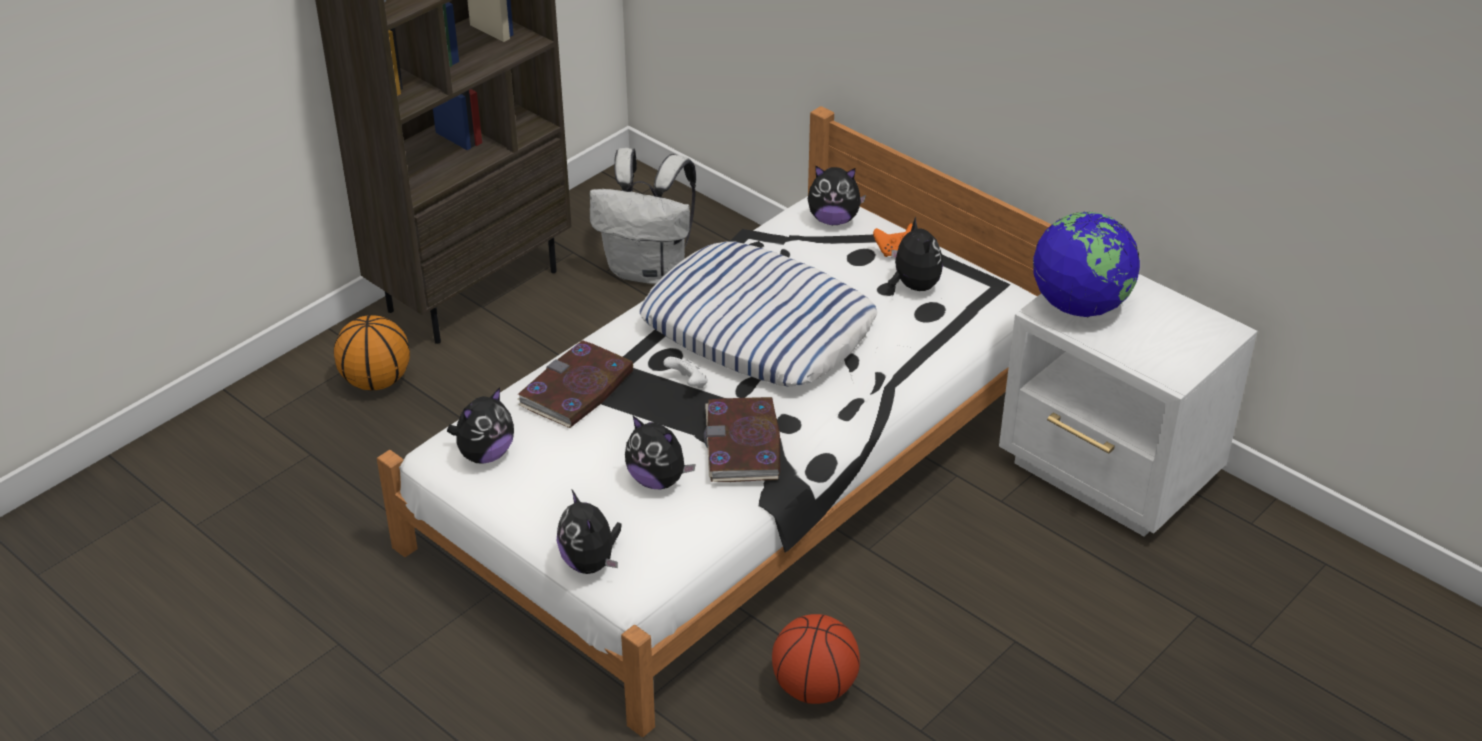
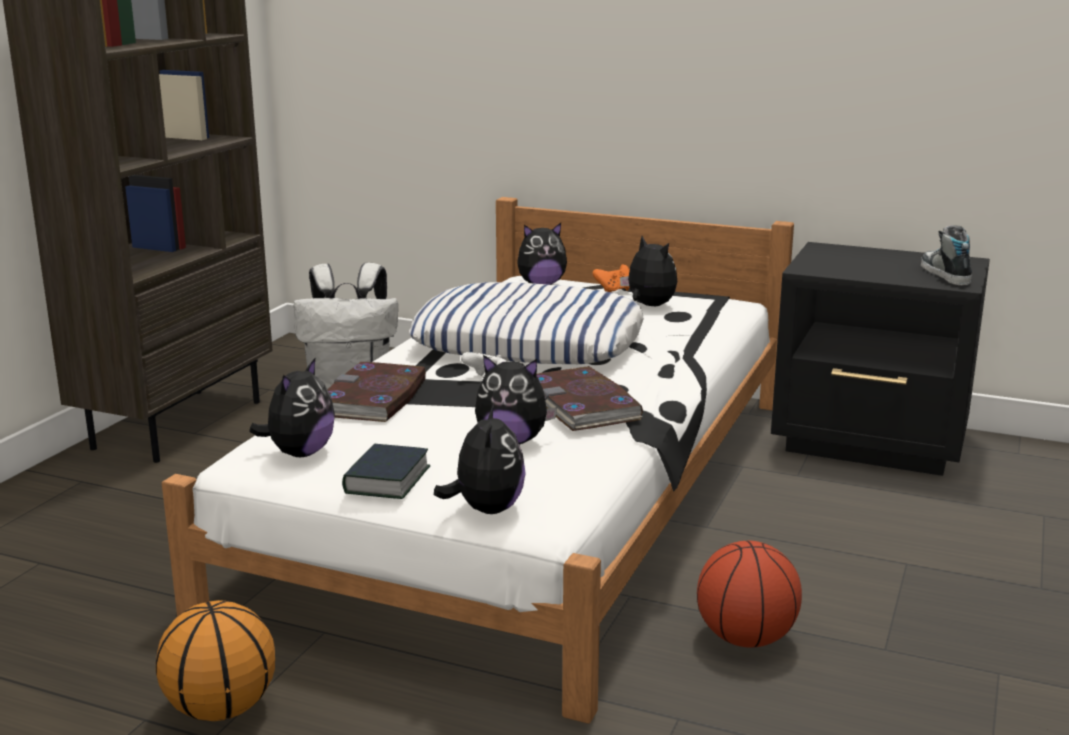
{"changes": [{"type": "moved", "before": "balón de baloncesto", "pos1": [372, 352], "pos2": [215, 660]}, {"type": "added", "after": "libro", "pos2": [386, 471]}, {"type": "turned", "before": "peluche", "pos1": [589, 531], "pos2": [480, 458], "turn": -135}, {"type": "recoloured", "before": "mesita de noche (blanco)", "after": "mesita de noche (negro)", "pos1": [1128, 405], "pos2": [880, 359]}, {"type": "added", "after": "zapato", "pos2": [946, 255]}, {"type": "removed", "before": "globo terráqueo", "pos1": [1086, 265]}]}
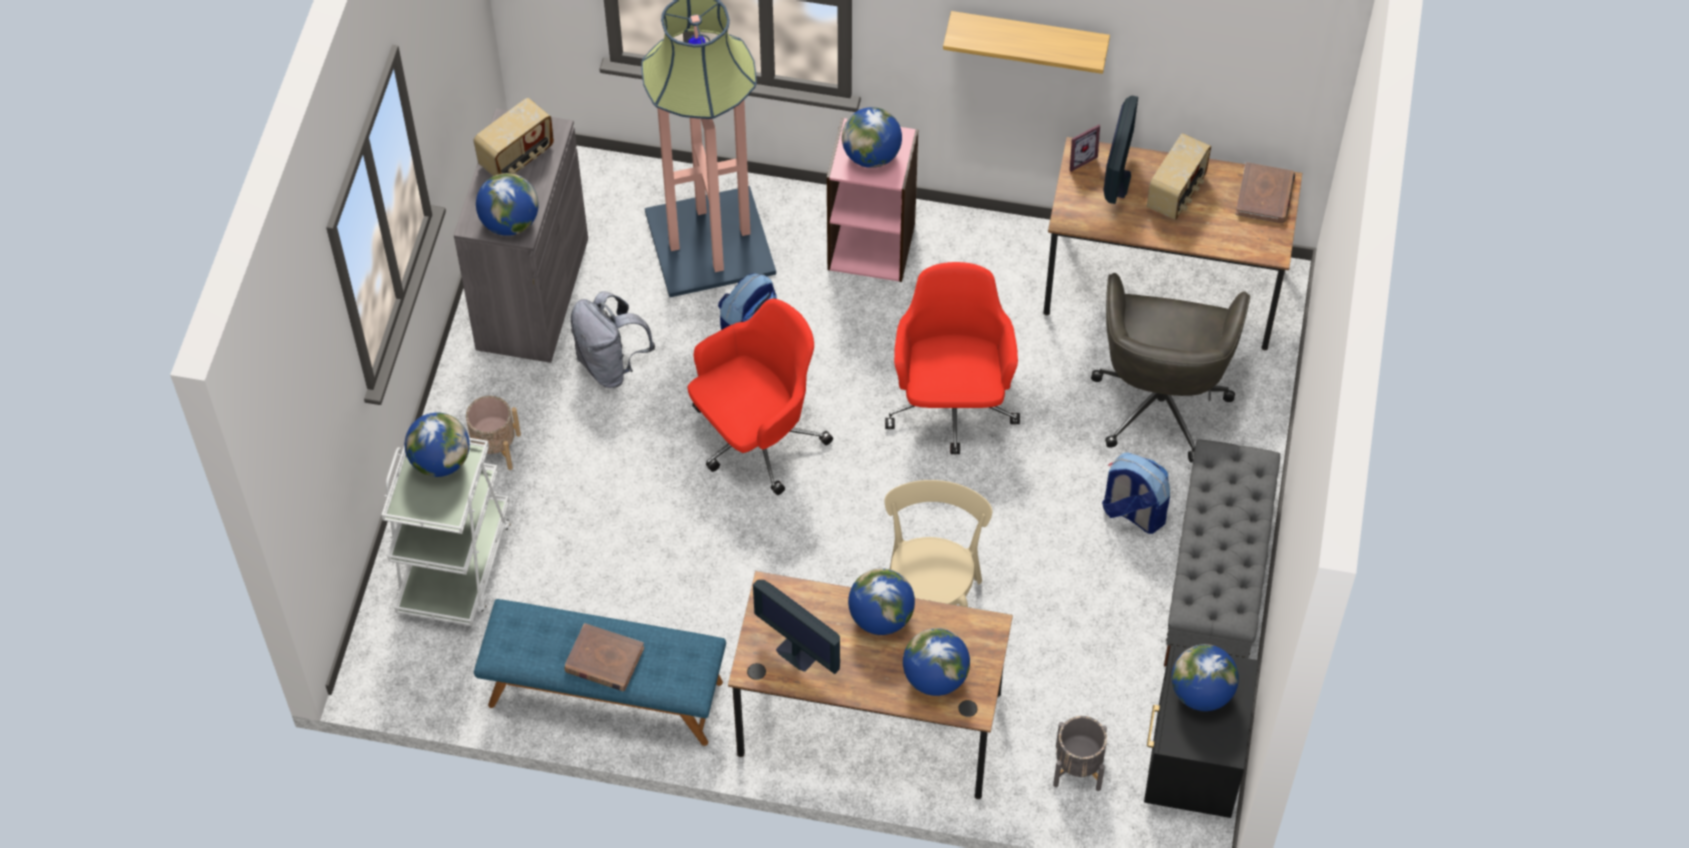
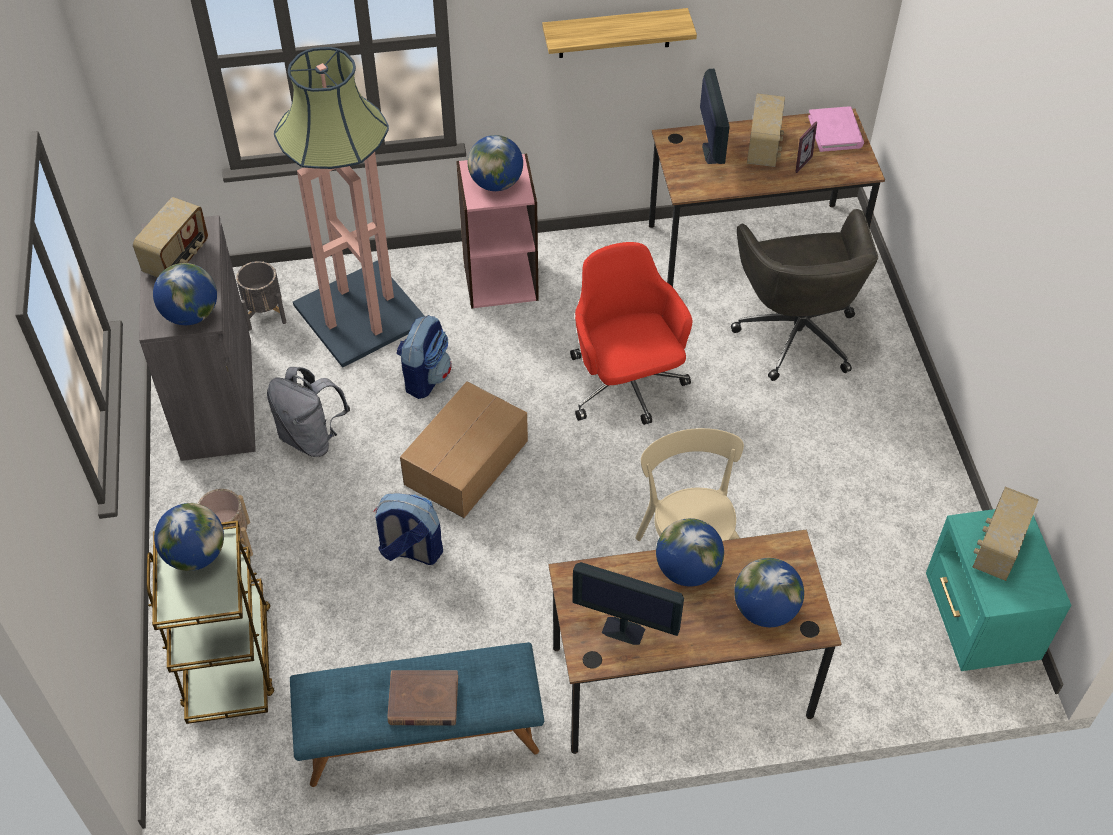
{"changes": [{"type": "recoloured", "before": "carrito (blanco)", "after": "carrito (marrón)", "pos1": [446, 532], "pos2": [210, 622]}, {"type": "moved", "before": "maceta (gris)", "pos1": [1080, 753], "pos2": [261, 296]}, {"type": "moved", "before": "mochila", "pos1": [1136, 493], "pos2": [408, 529]}, {"type": "replaced", "before": "silla de oficina (rojo)", "after": "caja de cartón", "pos1": [760, 397], "pos2": [464, 449]}, {"type": "moved", "before": "portarretratos", "pos1": [1085, 148], "pos2": [806, 147]}, {"type": "recoloured", "before": "libro (marrón)", "after": "libro (rosa)", "pos1": [1265, 192], "pos2": [836, 129]}, {"type": "recoloured", "before": "mesita de noche (negro)", "after": "mesita de noche (turquesa)", "pos1": [1201, 731], "pos2": [998, 590]}, {"type": "replaced", "before": "globo terráqueo", "after": "radio", "pos1": [1205, 677], "pos2": [1005, 534]}, {"type": "removed", "before": "banco (gris)", "pos1": [1222, 553]}]}
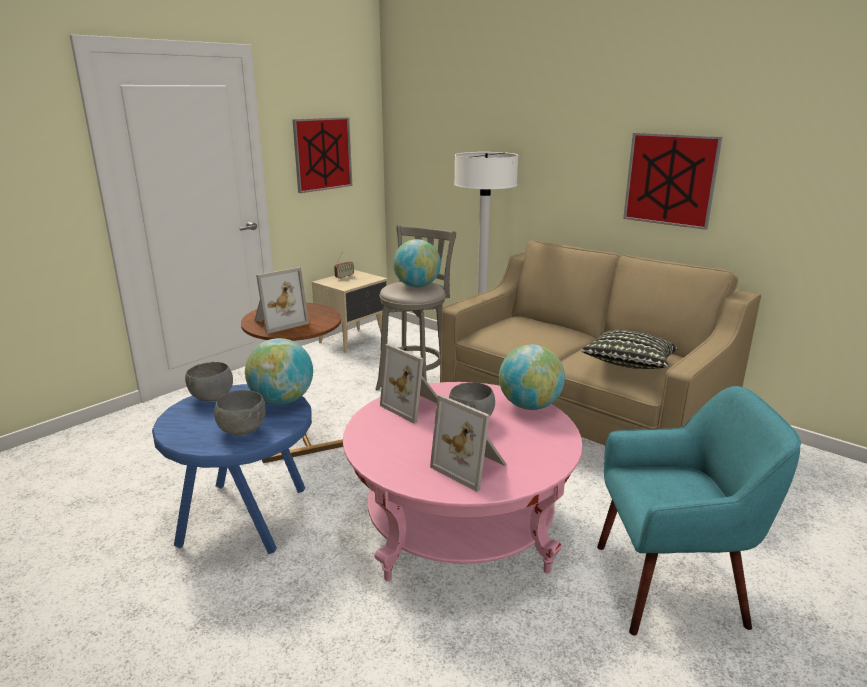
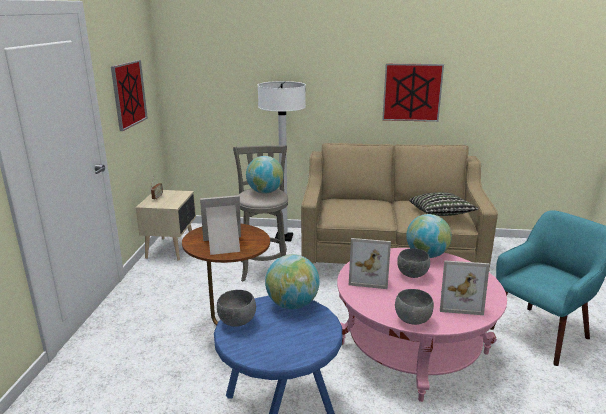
{"changes": [{"type": "turned", "before": "portarretratos", "pos1": [281, 300], "pos2": [220, 225], "turn": -120}, {"type": "moved", "before": "cuenco (gris)", "pos1": [240, 412], "pos2": [414, 307]}]}
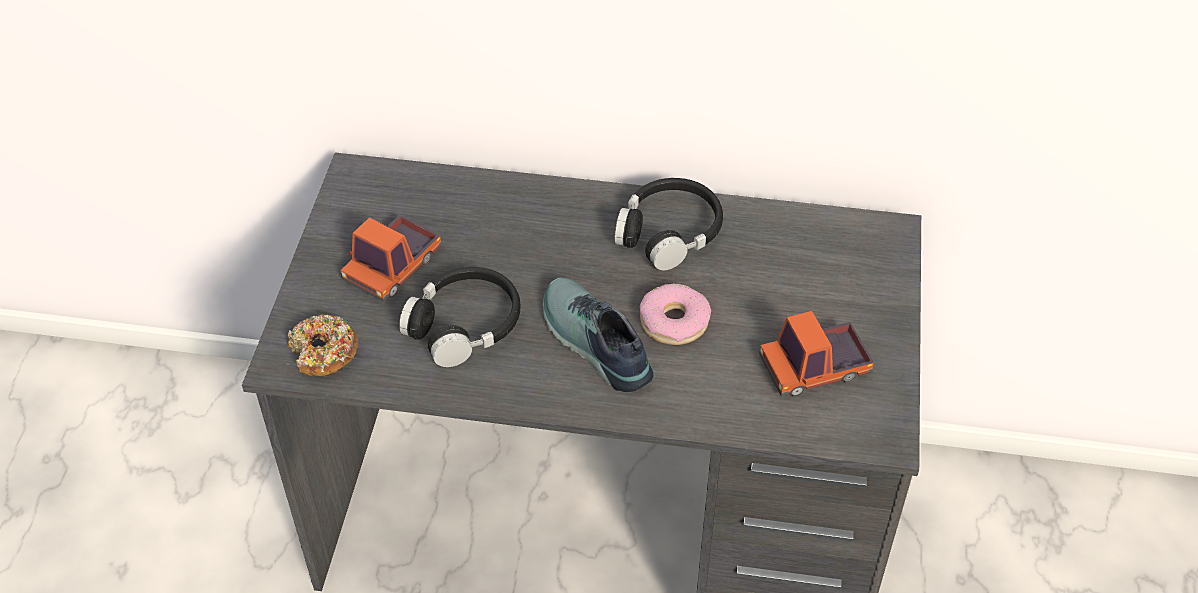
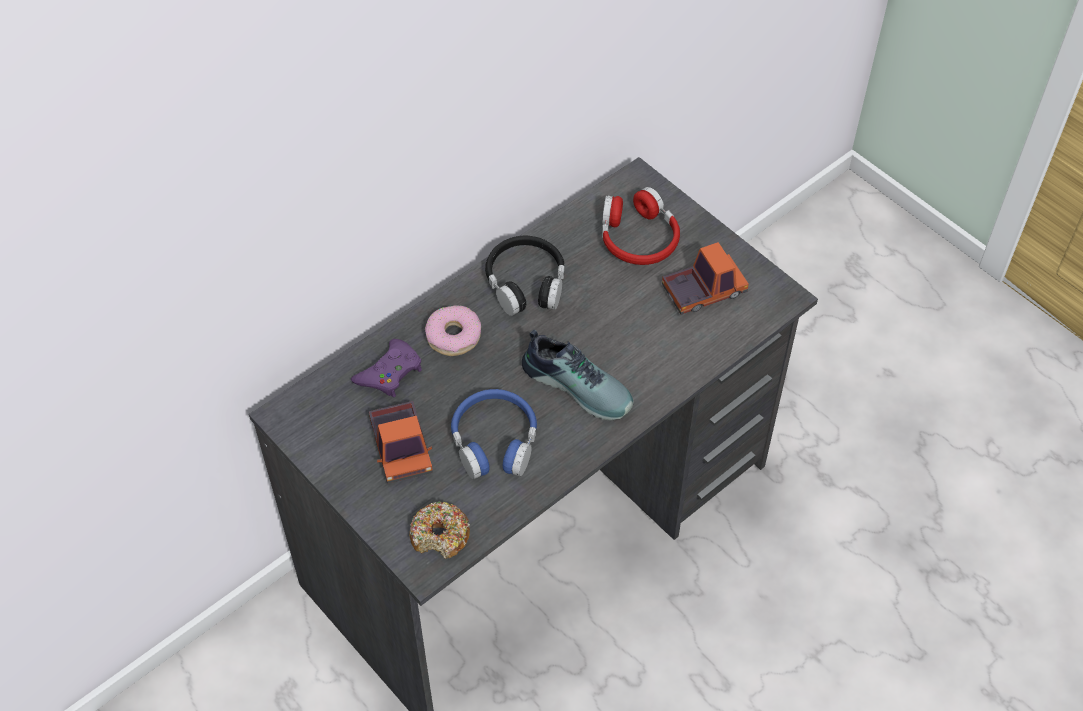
{"changes": [{"type": "added", "after": "mando de consola (morado)", "pos2": [386, 368]}, {"type": "moved", "before": "rosquilla", "pos1": [675, 314], "pos2": [453, 330]}, {"type": "recoloured", "before": "auriculares (negro)", "after": "auriculares (azul)", "pos1": [460, 317], "pos2": [494, 434]}, {"type": "turned", "before": "zapato", "pos1": [598, 335], "pos2": [578, 375], "turn": -150}, {"type": "added", "after": "auriculares (rojo)", "pos2": [641, 226]}, {"type": "turned", "before": "camión de juguete", "pos1": [816, 354], "pos2": [705, 278], "turn": -135}]}
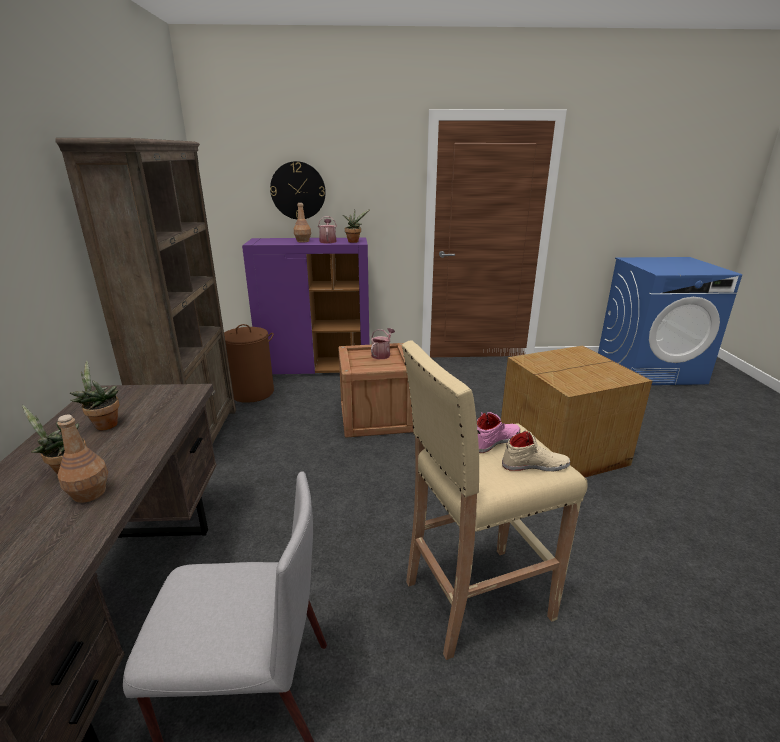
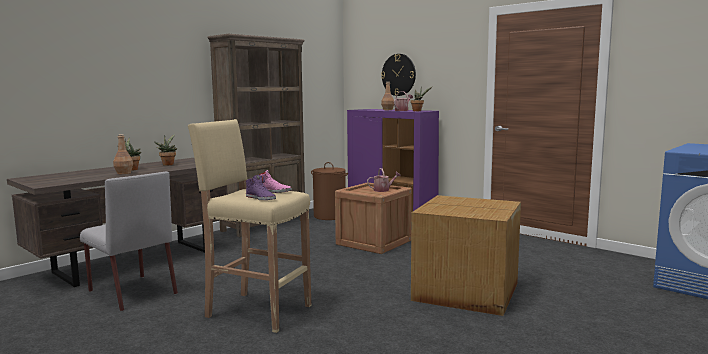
{"changes": [{"type": "recoloured", "before": "zapato (beis)", "after": "zapato (morado)", "pos1": [536, 450], "pos2": [261, 187]}]}
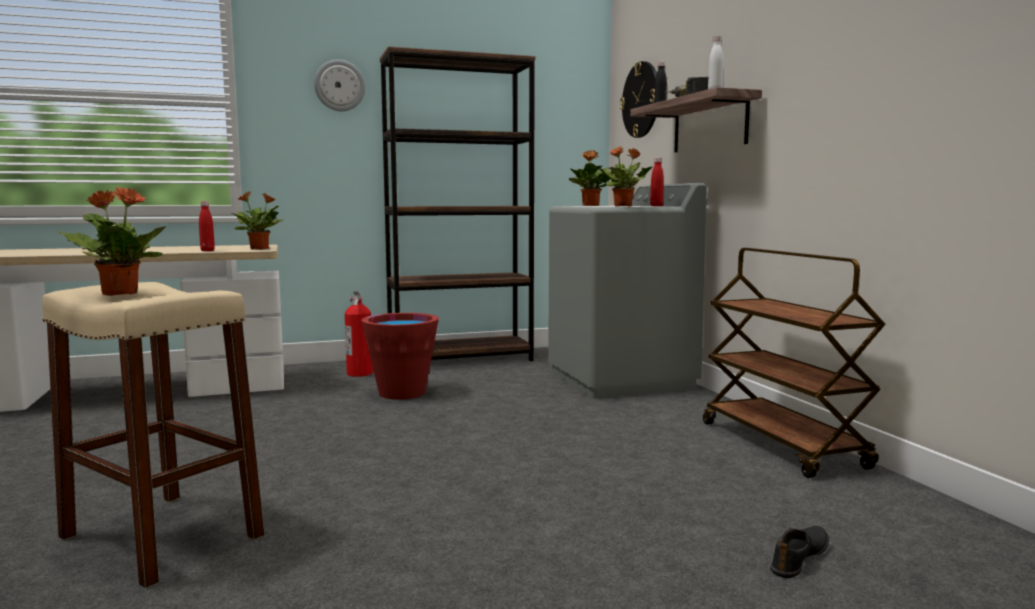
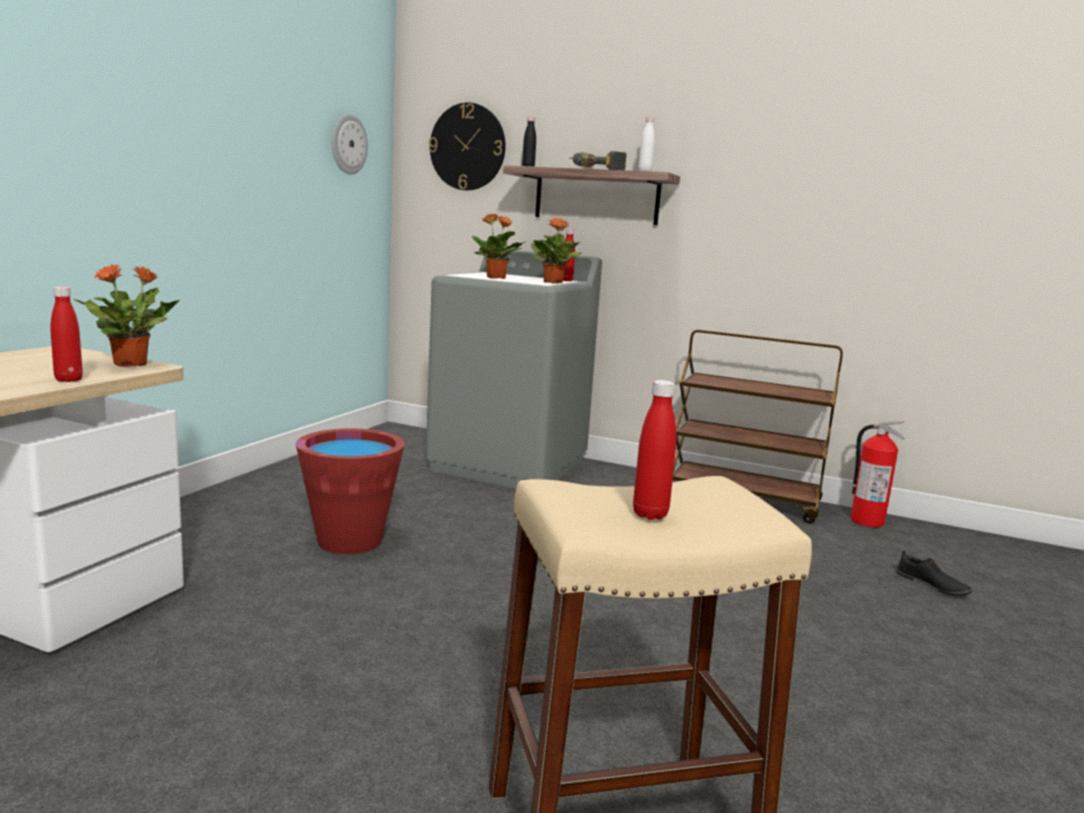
{"changes": [{"type": "moved", "before": "reloj de pared", "pos1": [339, 85], "pos2": [350, 144]}, {"type": "replaced", "before": "planta en maceta", "after": "botella (rojo)", "pos1": [112, 241], "pos2": [654, 450]}, {"type": "moved", "before": "extintor", "pos1": [359, 334], "pos2": [877, 474]}, {"type": "turned", "before": "zapato (negro)", "pos1": [799, 552], "pos2": [934, 573], "turn": 150}, {"type": "removed", "before": "estantería (marrón)", "pos1": [458, 203]}]}
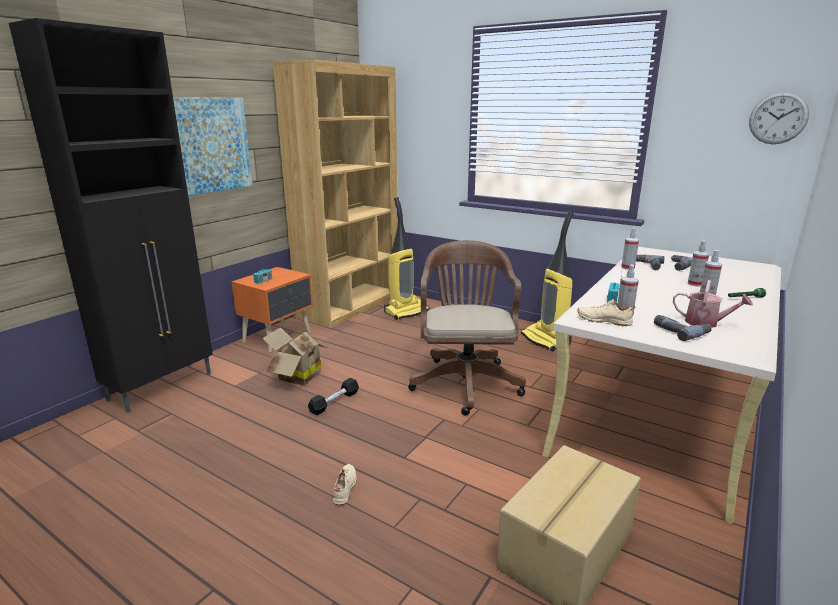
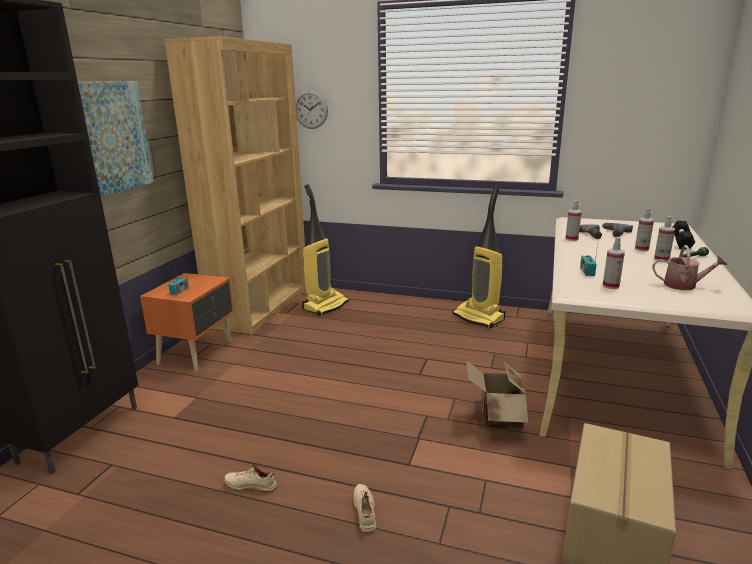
{"changes": [{"type": "moved", "before": "zapato (beis)", "pos1": [606, 310], "pos2": [250, 477]}, {"type": "moved", "before": "reloj de pared", "pos1": [779, 117], "pos2": [311, 109]}, {"type": "moved", "before": "caja de cartón", "pos1": [294, 356], "pos2": [497, 395]}, {"type": "moved", "before": "mancuerna (negro)", "pos1": [333, 396], "pos2": [684, 235]}, {"type": "removed", "before": "silla de oficina (marrón)", "pos1": [467, 328]}, {"type": "removed", "before": "taladro", "pos1": [683, 328]}]}
